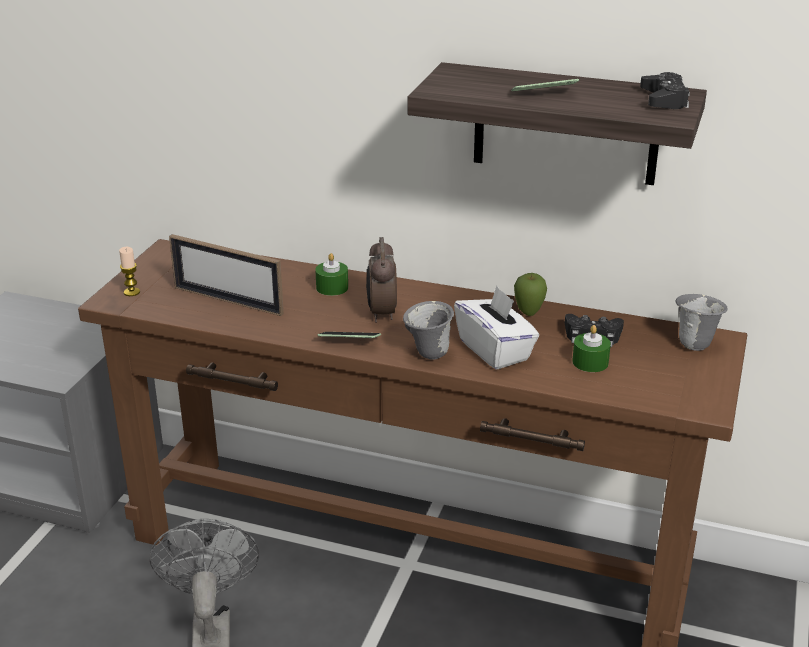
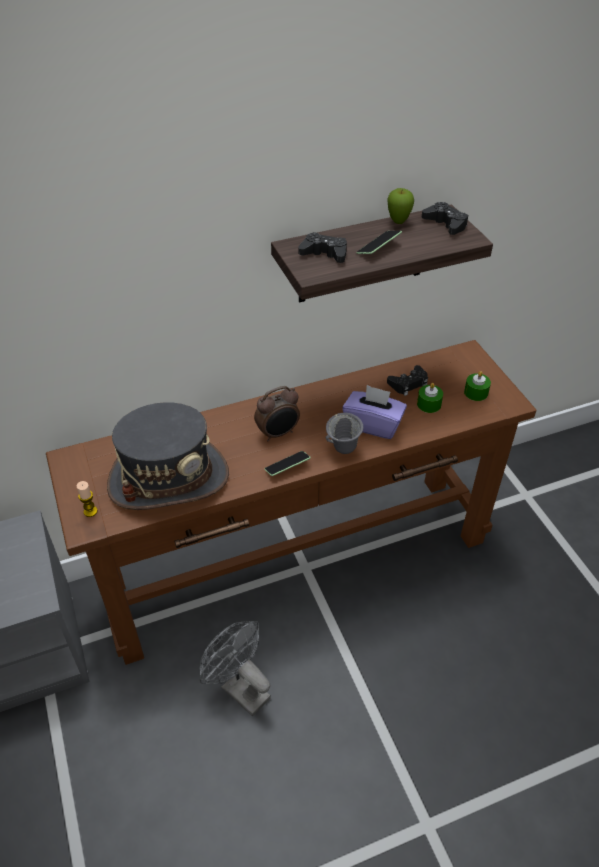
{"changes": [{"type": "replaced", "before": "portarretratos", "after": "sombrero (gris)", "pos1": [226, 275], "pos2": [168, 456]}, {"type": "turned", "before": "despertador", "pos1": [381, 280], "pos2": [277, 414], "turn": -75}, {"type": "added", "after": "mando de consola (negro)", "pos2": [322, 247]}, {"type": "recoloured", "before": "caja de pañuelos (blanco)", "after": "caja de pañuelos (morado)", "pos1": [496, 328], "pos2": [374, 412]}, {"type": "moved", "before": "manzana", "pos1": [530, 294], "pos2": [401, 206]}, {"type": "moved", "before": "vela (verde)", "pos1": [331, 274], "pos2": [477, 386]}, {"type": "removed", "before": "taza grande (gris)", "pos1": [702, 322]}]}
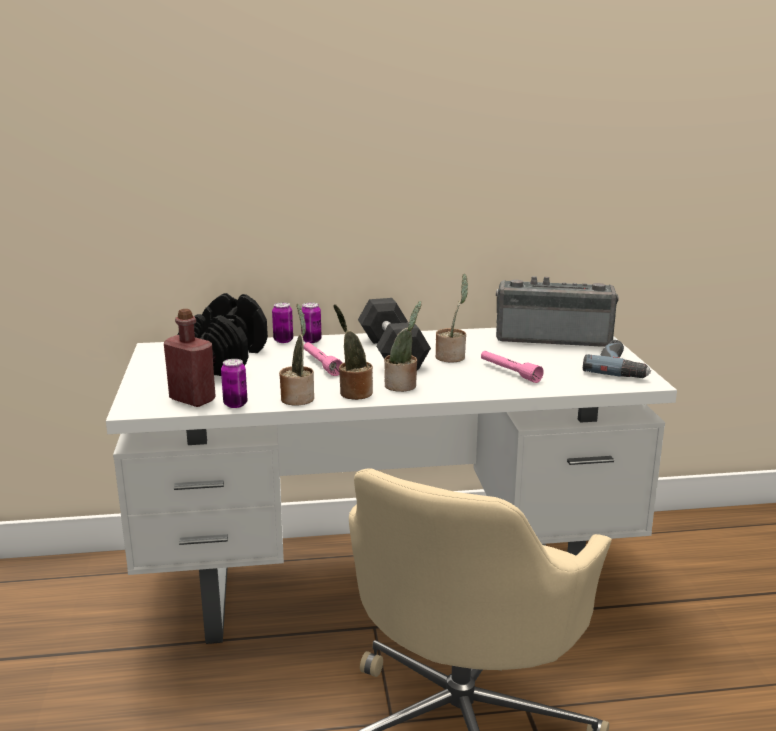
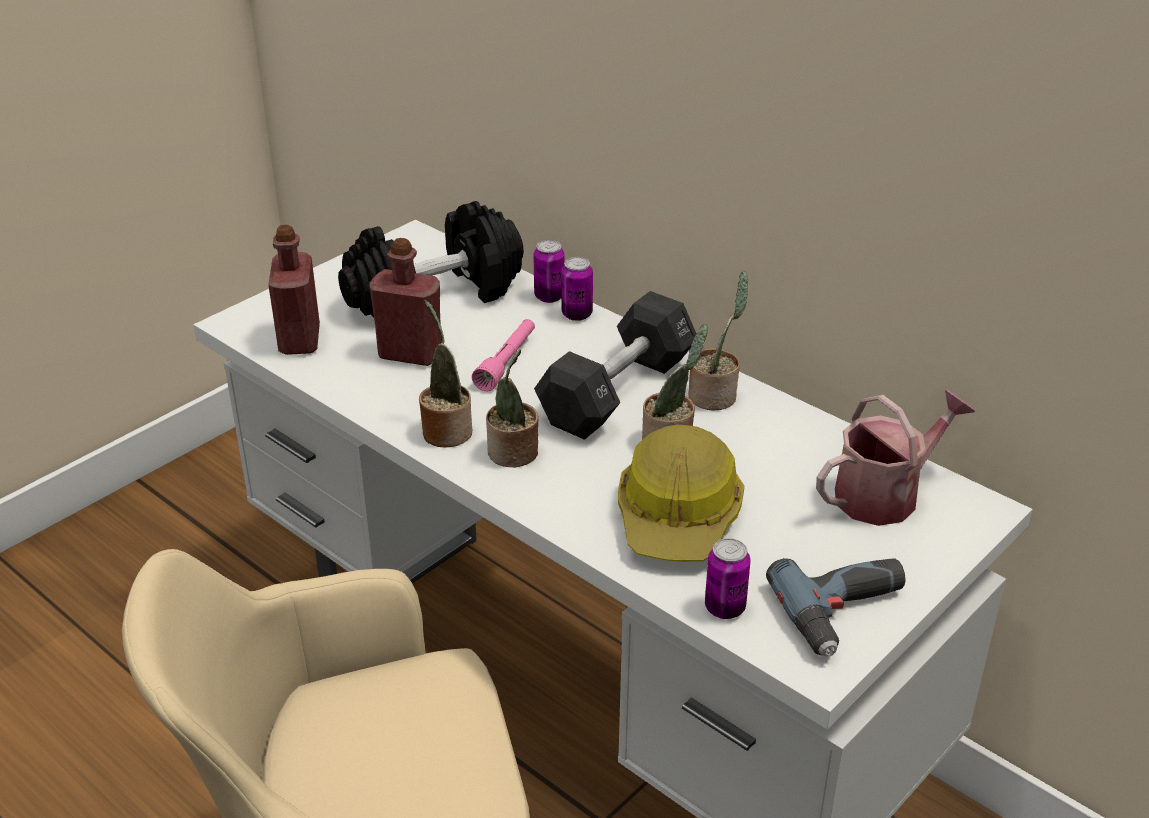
{"changes": [{"type": "added", "after": "botella (rojo)", "pos2": [405, 302]}, {"type": "replaced", "before": "linterna (rosa)", "after": "casco", "pos1": [512, 367], "pos2": [681, 493]}, {"type": "moved", "before": "planta en maceta", "pos1": [296, 354], "pos2": [718, 340]}, {"type": "moved", "before": "lata", "pos1": [234, 383], "pos2": [728, 578]}, {"type": "replaced", "before": "radio", "after": "regadera", "pos1": [557, 311], "pos2": [895, 458]}]}
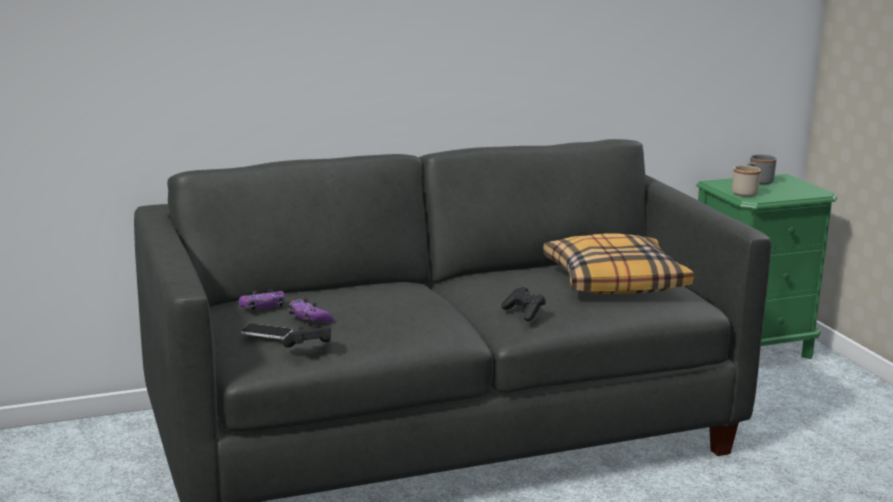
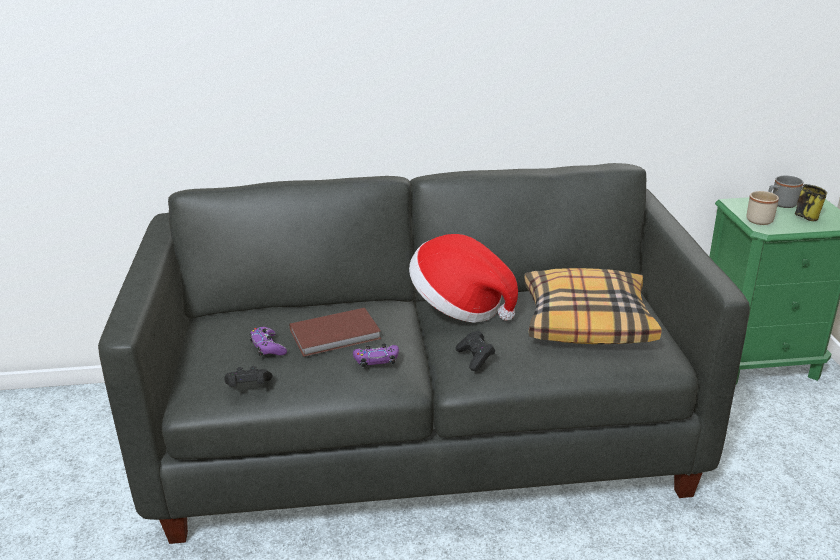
{"changes": [{"type": "added", "after": "libro (marrón)", "pos2": [335, 332]}, {"type": "moved", "before": "mando de consola (morado)", "pos1": [262, 300], "pos2": [376, 355]}, {"type": "added", "after": "sombrero", "pos2": [463, 278]}, {"type": "added", "after": "taza grande", "pos2": [811, 202]}, {"type": "removed", "before": "móvil", "pos1": [267, 331]}]}
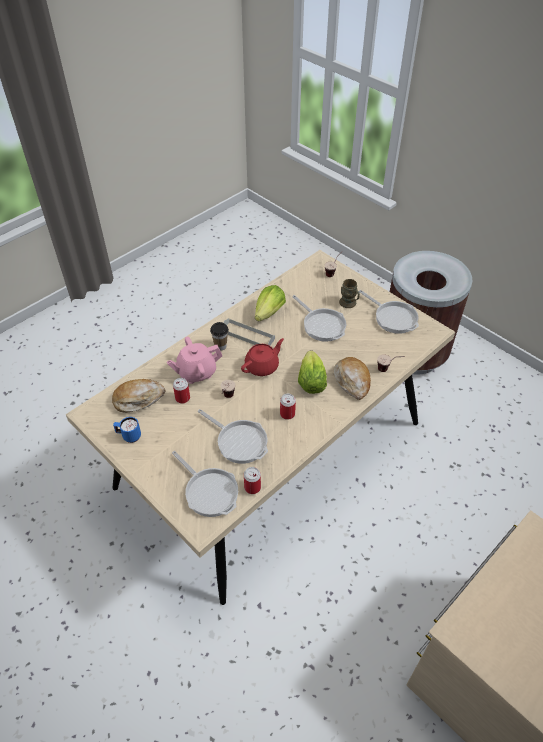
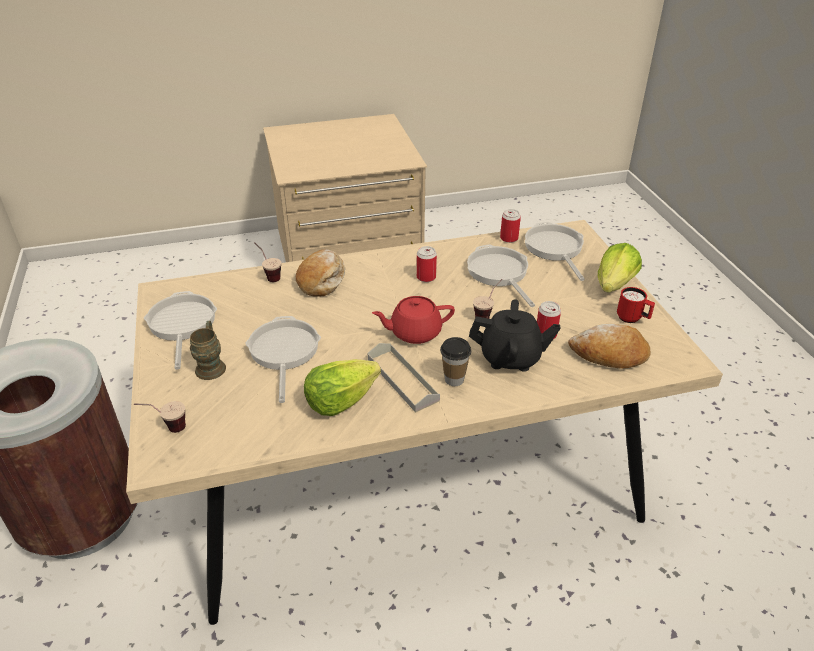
{"changes": [{"type": "recoloured", "before": "tetera (rosa)", "after": "tetera (negro)", "pos1": [194, 360], "pos2": [515, 335]}, {"type": "moved", "before": "lechuga", "pos1": [312, 372], "pos2": [620, 268]}, {"type": "recoloured", "before": "taza grande (azul)", "after": "taza grande (rojo)", "pos1": [127, 430], "pos2": [636, 305]}]}
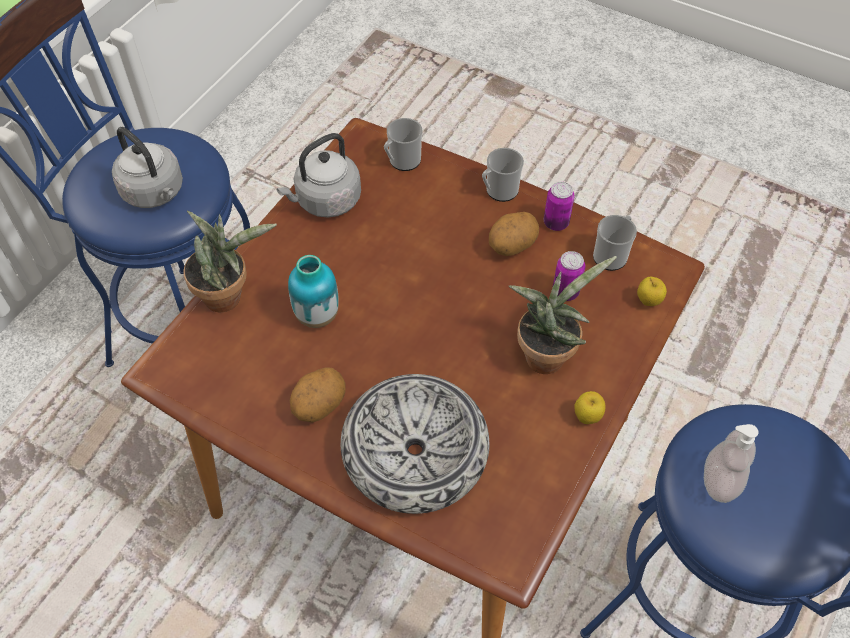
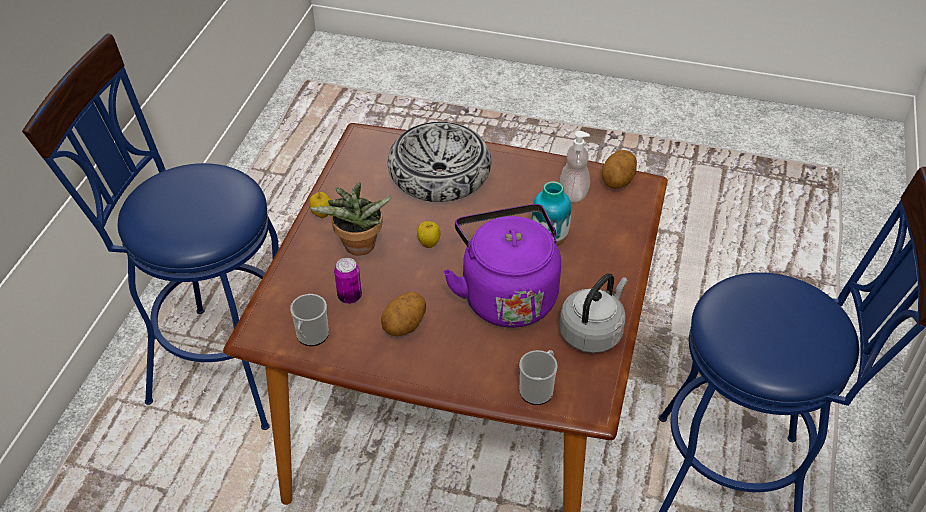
{"changes": [{"type": "moved", "before": "manzana", "pos1": [652, 291], "pos2": [429, 234]}, {"type": "added", "after": "hervidor (morado)", "pos2": [502, 266]}, {"type": "moved", "before": "dispensador de jabón", "pos1": [731, 463], "pos2": [575, 166]}, {"type": "moved", "before": "patata", "pos1": [317, 394], "pos2": [619, 169]}, {"type": "removed", "before": "hervidor (gris)", "pos1": [147, 167]}, {"type": "removed", "before": "planta en maceta", "pos1": [230, 261]}, {"type": "removed", "before": "taza grande", "pos1": [503, 175]}, {"type": "removed", "before": "lata", "pos1": [559, 206]}]}
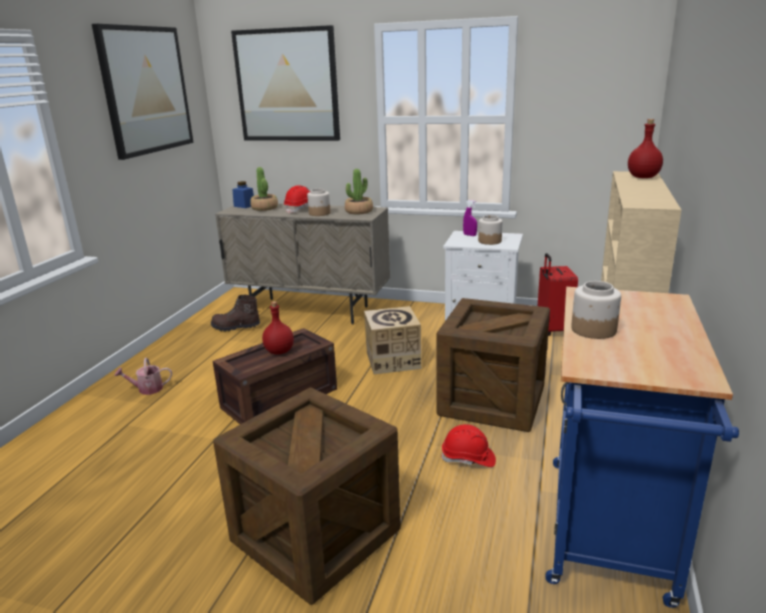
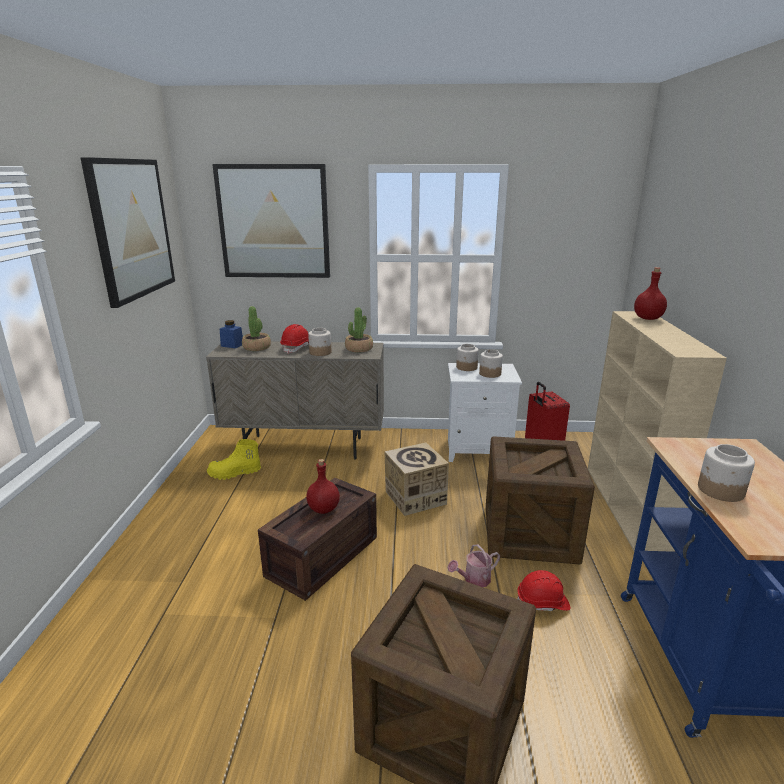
{"changes": [{"type": "recoloured", "before": "bota (marrón)", "after": "bota (amarillo)", "pos1": [235, 313], "pos2": [234, 459]}, {"type": "moved", "before": "regadera", "pos1": [143, 376], "pos2": [474, 565]}, {"type": "replaced", "before": "pulverizador (morado)", "after": "tarro", "pos1": [470, 218], "pos2": [467, 357]}]}
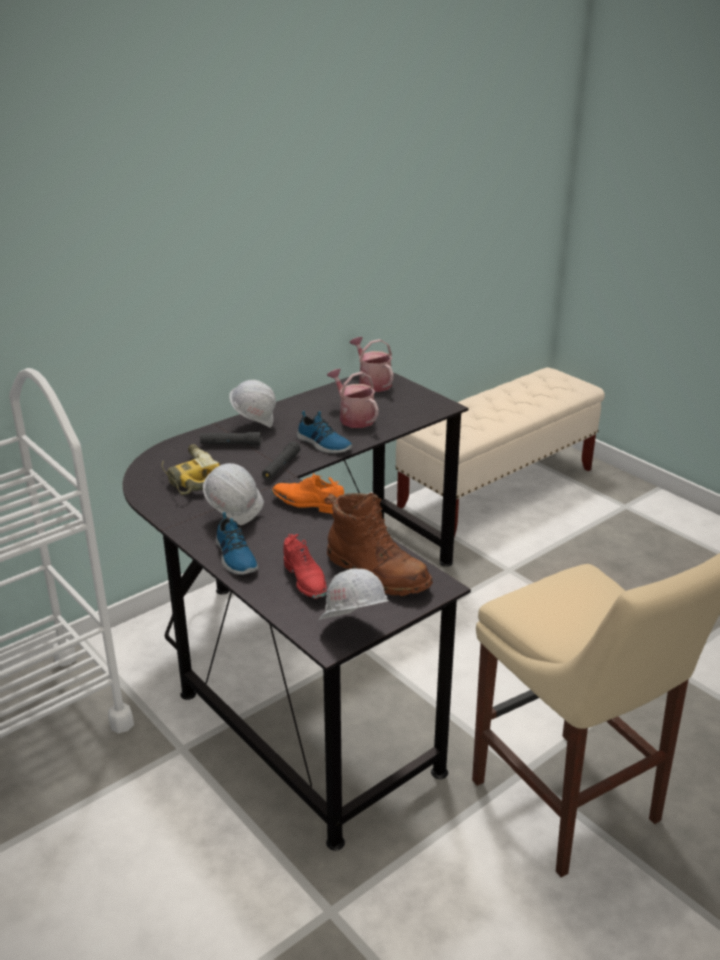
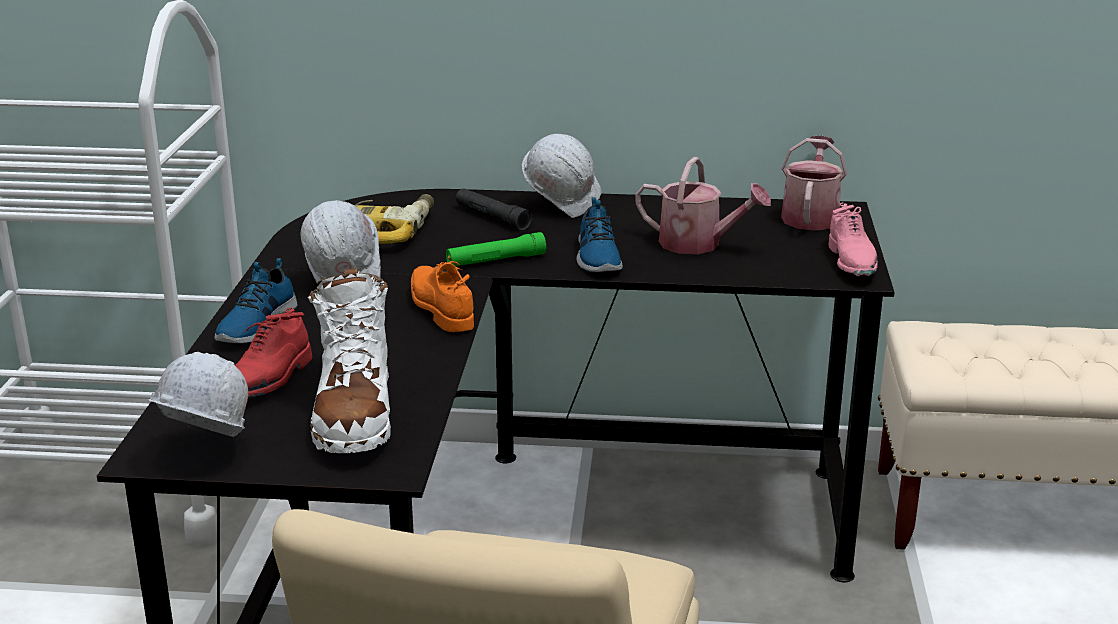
{"changes": [{"type": "recoloured", "before": "bota (marrón)", "after": "bota (blanco)", "pos1": [378, 544], "pos2": [349, 360]}, {"type": "recoloured", "before": "linterna (negro)", "after": "linterna (verde)", "pos1": [281, 460], "pos2": [496, 249]}, {"type": "turned", "before": "regadera", "pos1": [353, 398], "pos2": [703, 205], "turn": 105}, {"type": "added", "after": "zapato (rosa)", "pos2": [853, 239]}]}
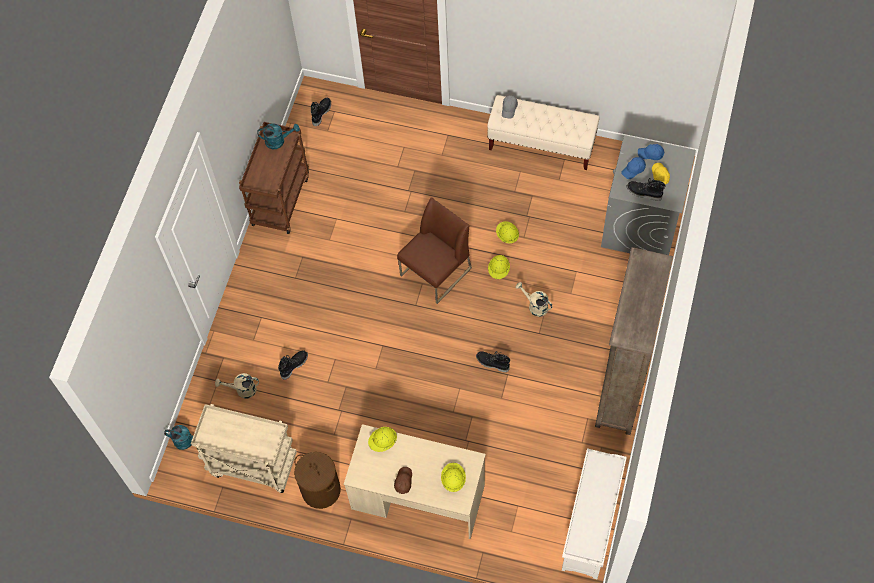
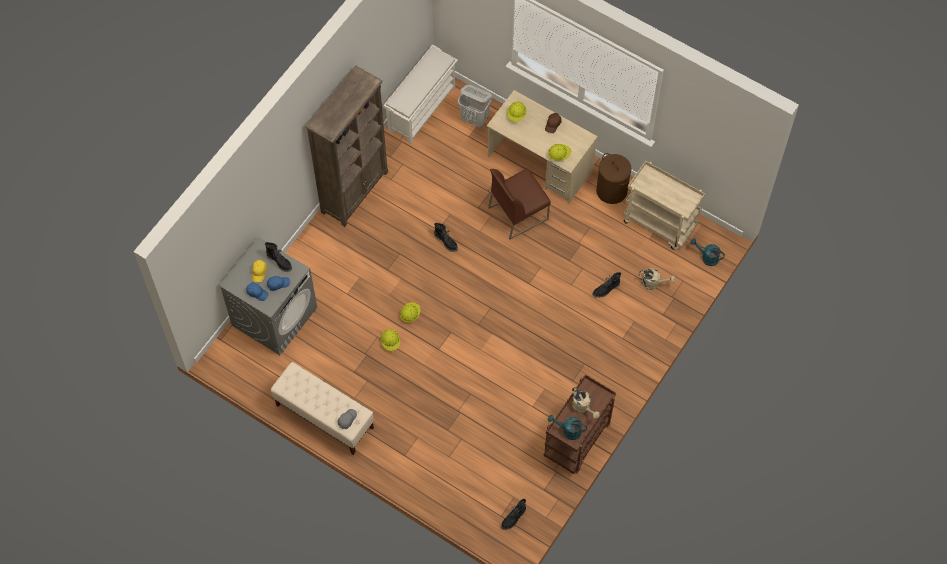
{"changes": [{"type": "added", "after": "cesto de la ropa (blanco)", "pos2": [475, 106]}, {"type": "moved", "before": "silla (marrón)", "pos1": [434, 250], "pos2": [519, 204]}, {"type": "moved", "before": "regadera (beis)", "pos1": [534, 299], "pos2": [586, 403]}]}
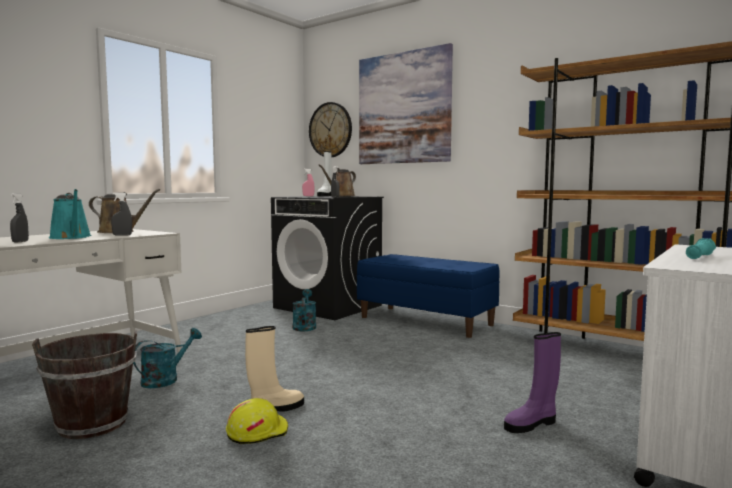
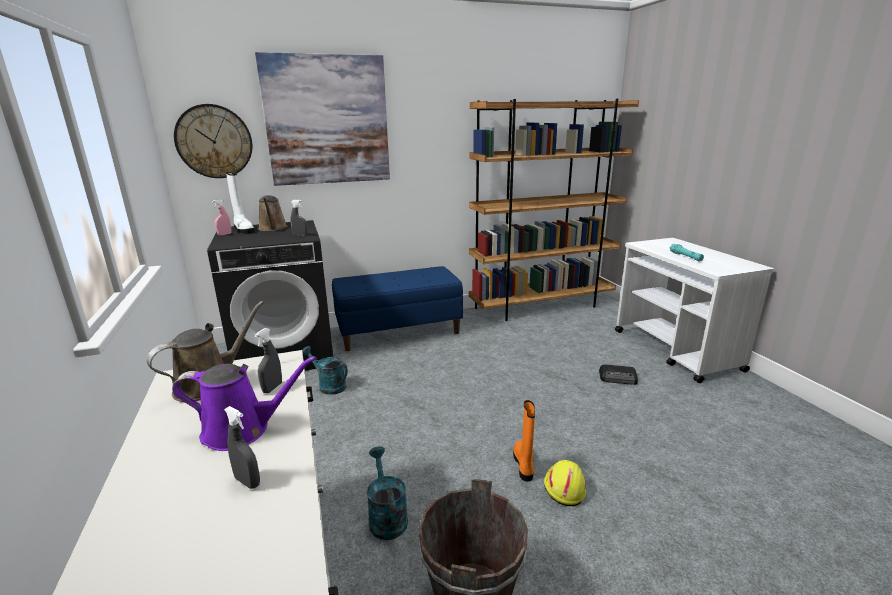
{"changes": [{"type": "recoloured", "before": "regadera (turquesa)", "after": "regadera (morado)", "pos1": [70, 214], "pos2": [244, 403]}, {"type": "recoloured", "before": "bota (beis)", "after": "bota (naranja)", "pos1": [274, 369], "pos2": [524, 441]}, {"type": "replaced", "before": "bota (morado)", "after": "radio", "pos1": [532, 382], "pos2": [618, 374]}]}
